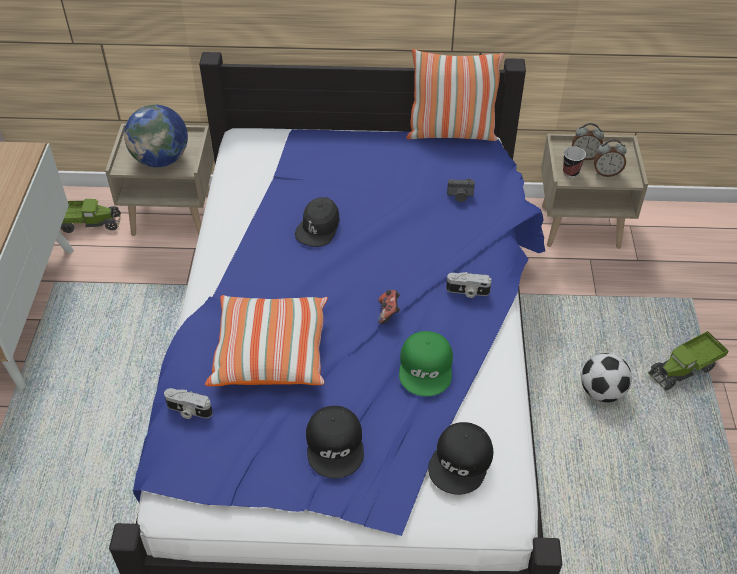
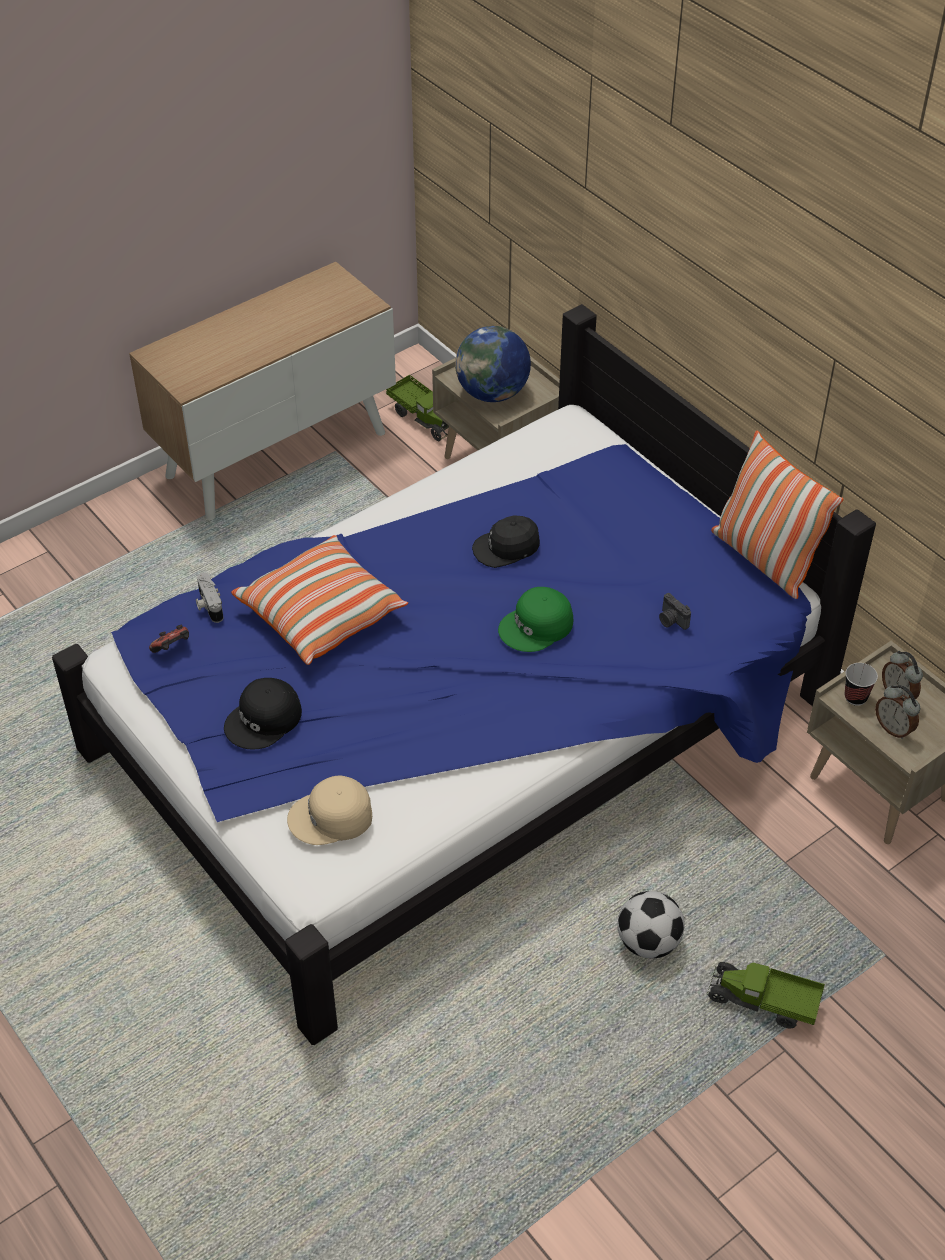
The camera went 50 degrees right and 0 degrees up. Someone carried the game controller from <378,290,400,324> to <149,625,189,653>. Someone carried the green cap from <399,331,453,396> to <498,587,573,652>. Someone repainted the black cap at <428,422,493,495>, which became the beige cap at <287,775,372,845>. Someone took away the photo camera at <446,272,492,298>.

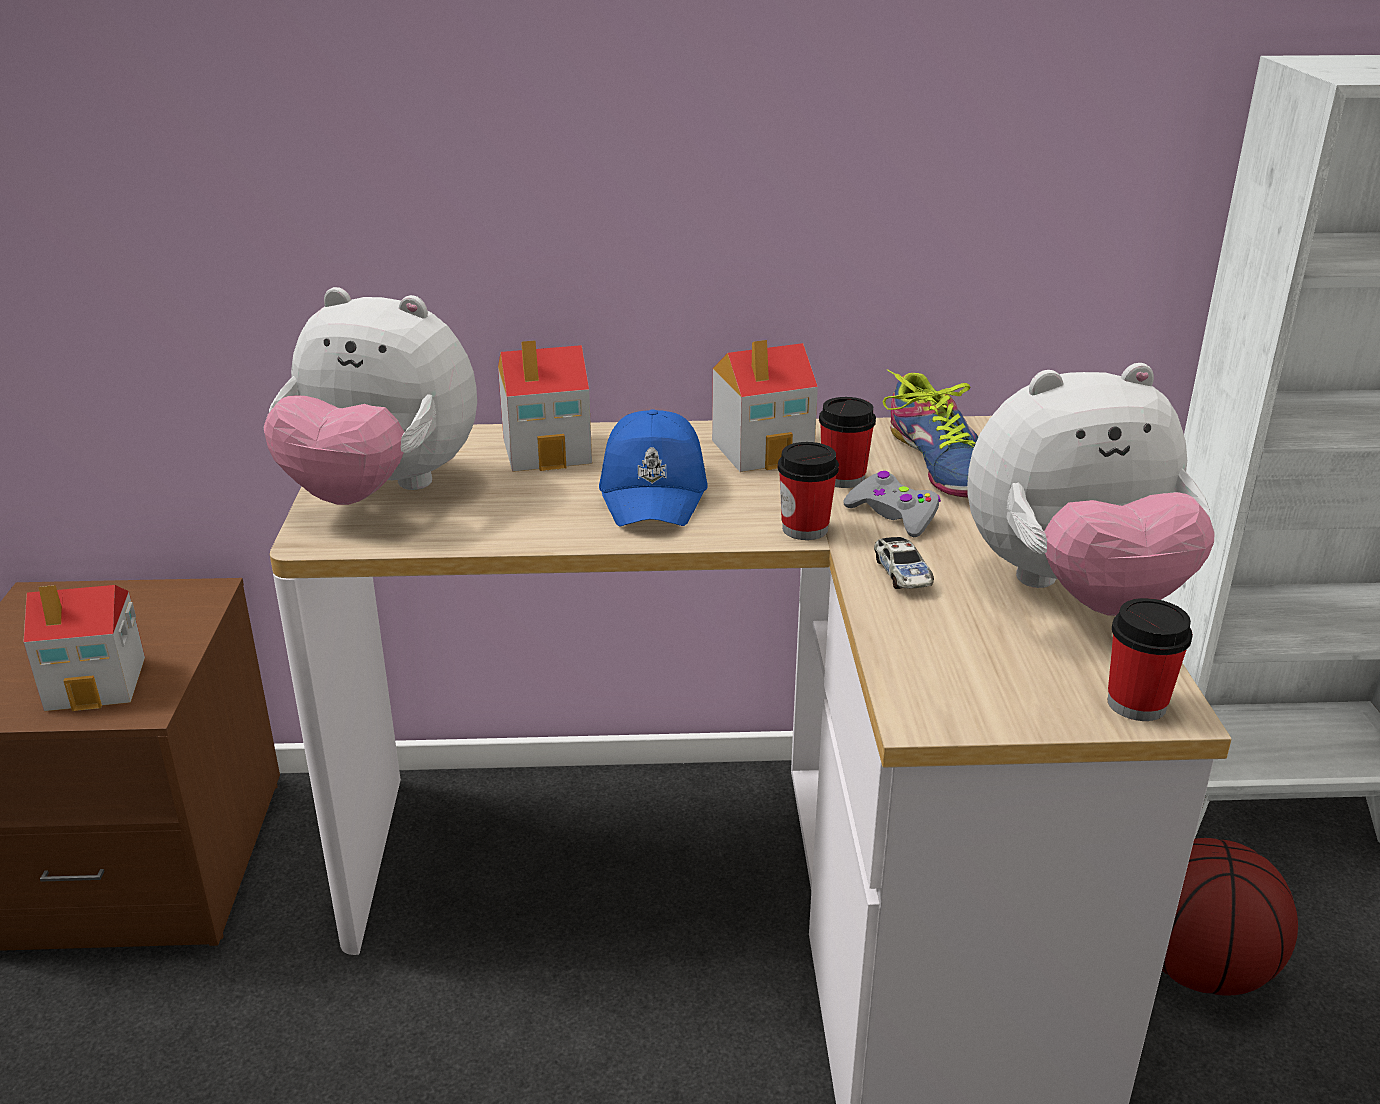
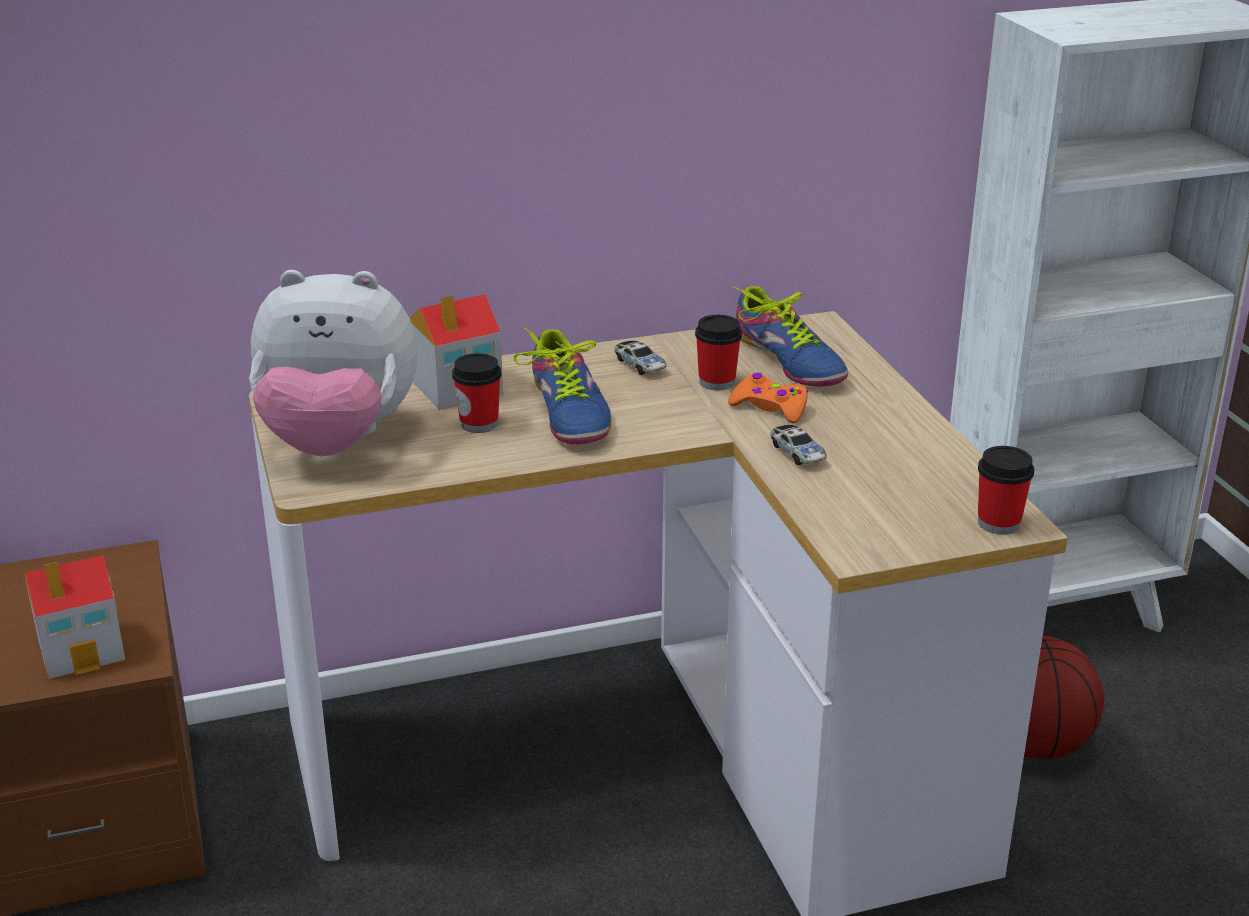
The camera went 15 degrees left and 0 degrees up. Someone swapped the blue cap at <599,409,708,527> for the shoe at <513,327,612,444>. Someone swapped the toy house at <712,340,818,472> for the toy car at <614,340,666,375>. Someone carried the cup from <778,442,839,540> to <452,353,501,433>. Someone repainted the grey game controller at <843,471,941,537>, which became the orange game controller at <728,372,808,424>. Someone took away the plush toy at <967,363,1215,616>.

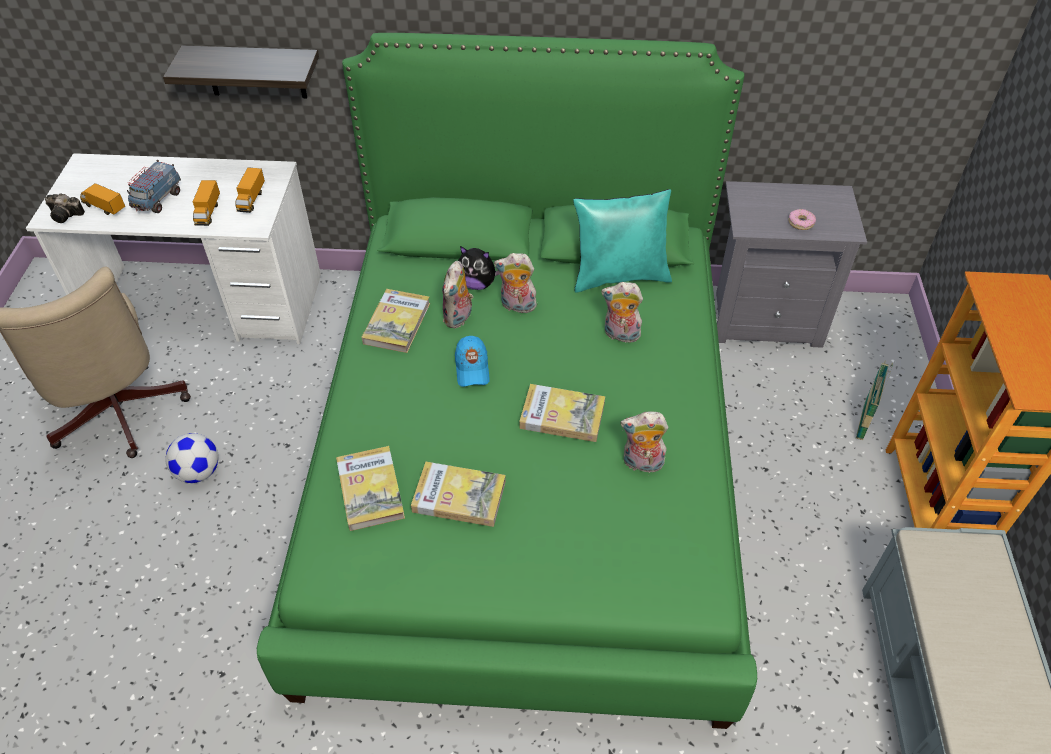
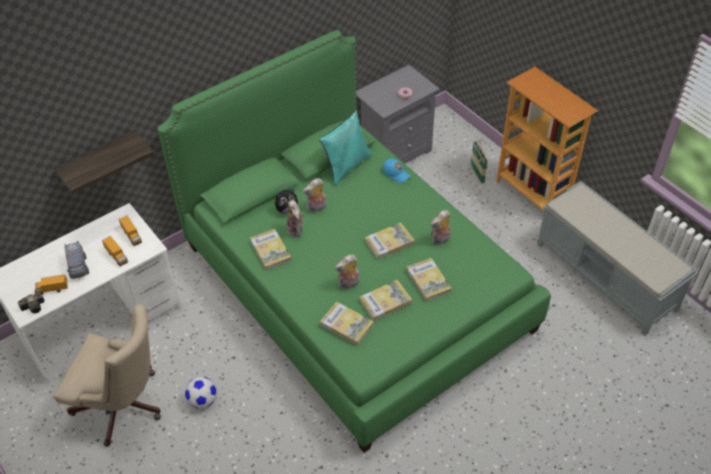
The camera went 40 degrees left and 0 degrees up. Someone carried the blue cap from <455,336,490,387> to <383,159,411,183>. Someone carried the plush toy from <601,282,643,343> to <335,254,359,290>. Someone put down the book at <406,258,452,301>.

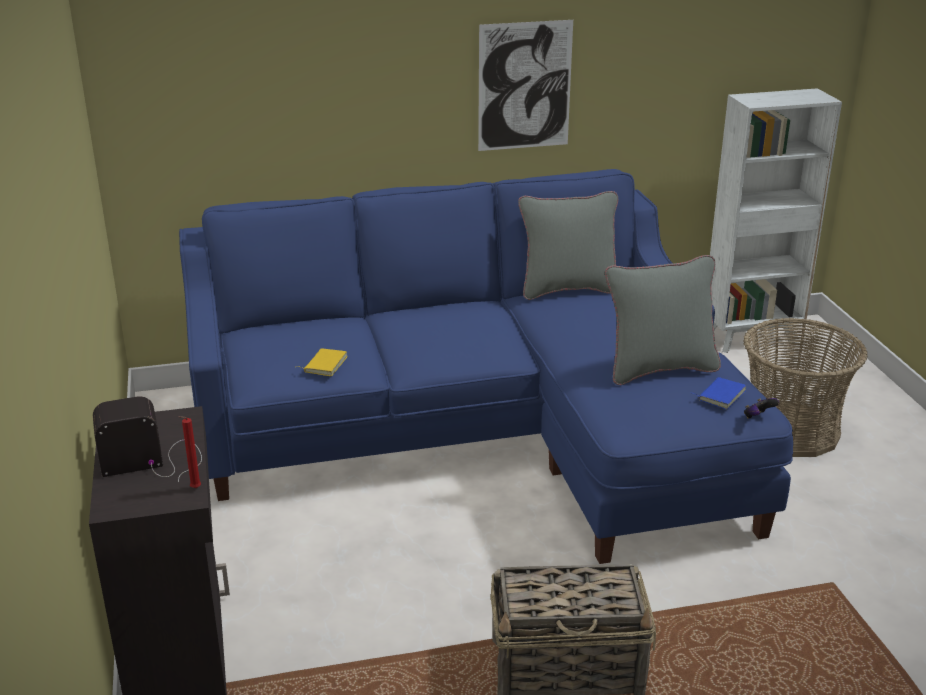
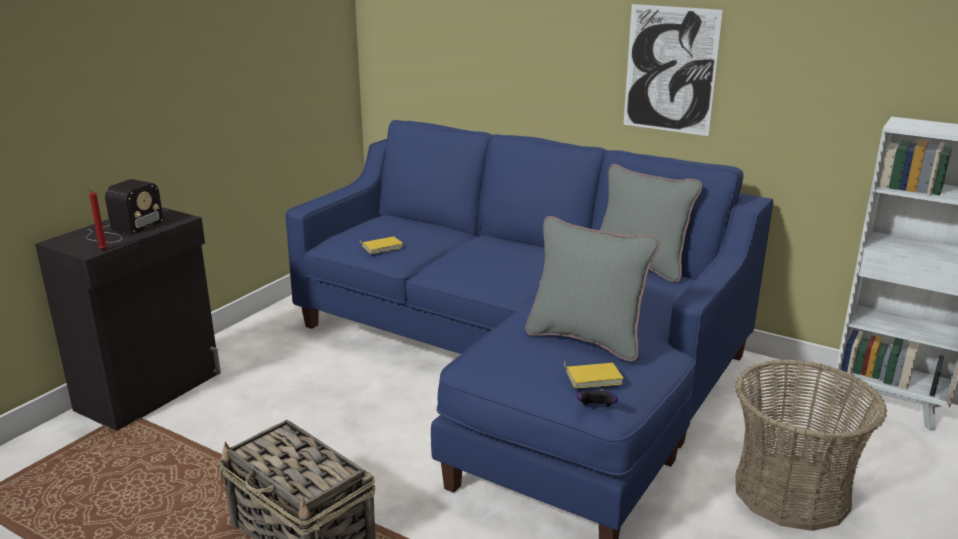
The camera went 45 degrees right and 5 degrees down. Someone rotated the radio at <93,396,202,483> by 90 degrees clockwise. Someone repainted the blue book at <693,377,746,409>, which became the yellow book at <564,363,624,388>.

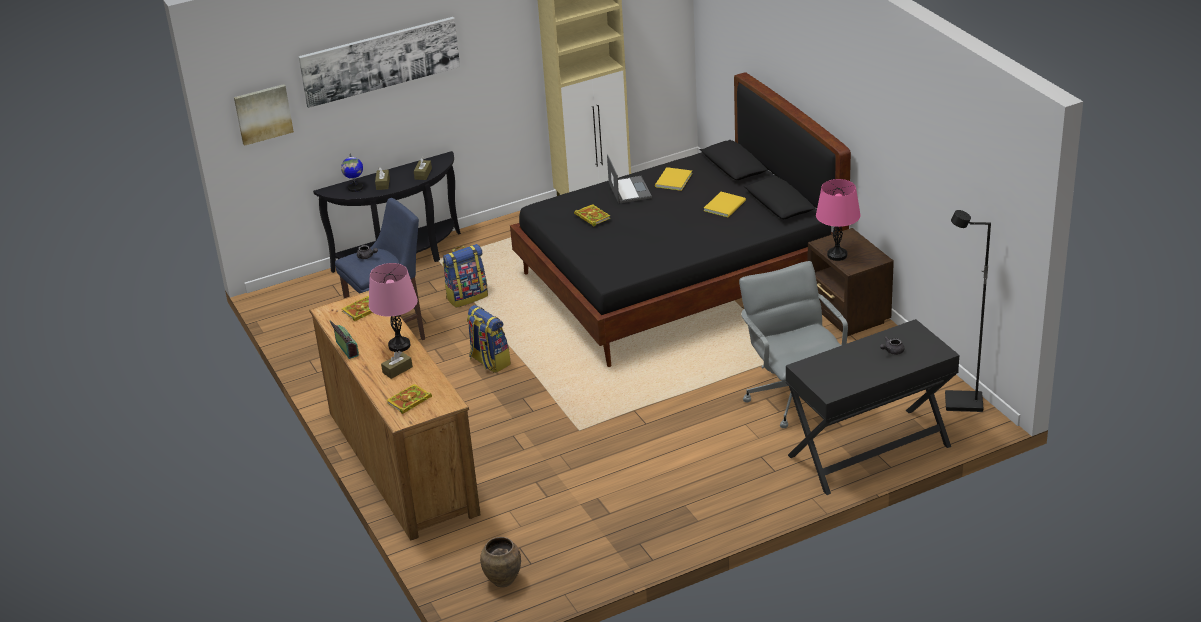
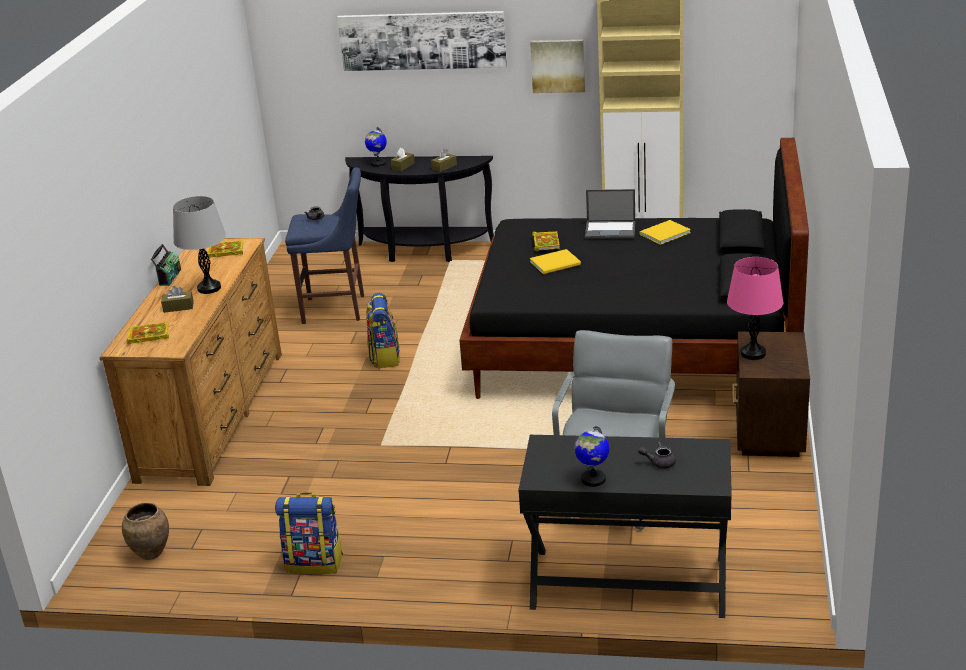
The camera went 35 degrees right and 5 degrees down. Someone carried the picture from <234,84,294,146> to <530,40,585,93>. Someone repainted the pink table lamp at <369,263,418,352>, which became the grey table lamp at <173,196,226,294>. Someone carried the backpack from <443,244,488,308> to <275,492,343,574>. Someone rotated the laptop at <607,155,652,203> by 75 degrees clockwise. Someone carried the yellow book from <704,192,746,217> to <530,249,581,274>. Someone took away the black floor lamp at <945,210,991,412>. Someone put down the globe at <574,426,609,487>.

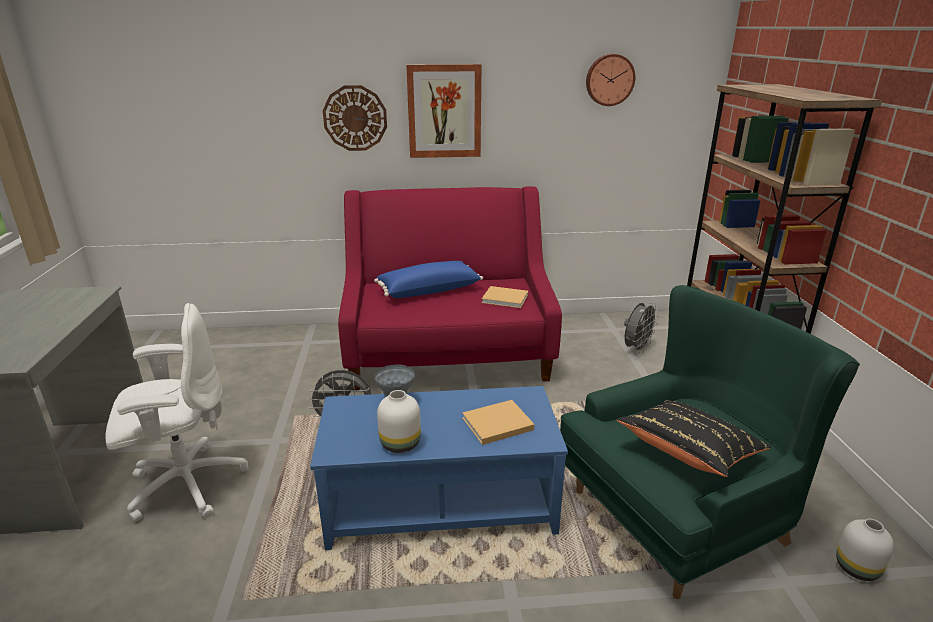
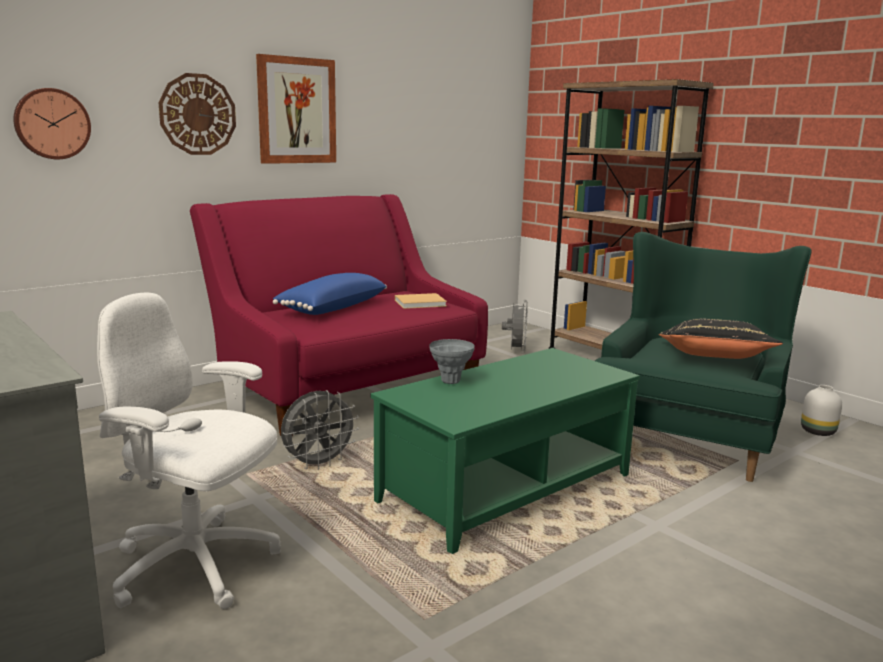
The camera went 35 degrees left and 10 degrees down. Someone rotated the white office chair at <106,303,248,522> by 105 degrees counterclockwise. Someone repainted the blue coffee table at <310,386,568,550>, which became the green coffee table at <371,348,640,554>. Someone took away the white vase at <377,390,421,453>. Someone took away the beige book at <462,400,535,445>. Someone carried the wall clock from <586,54,635,106> to <13,88,91,159>.

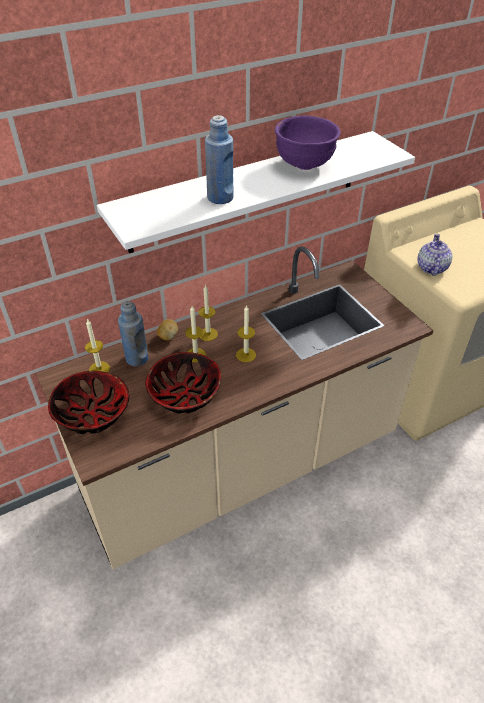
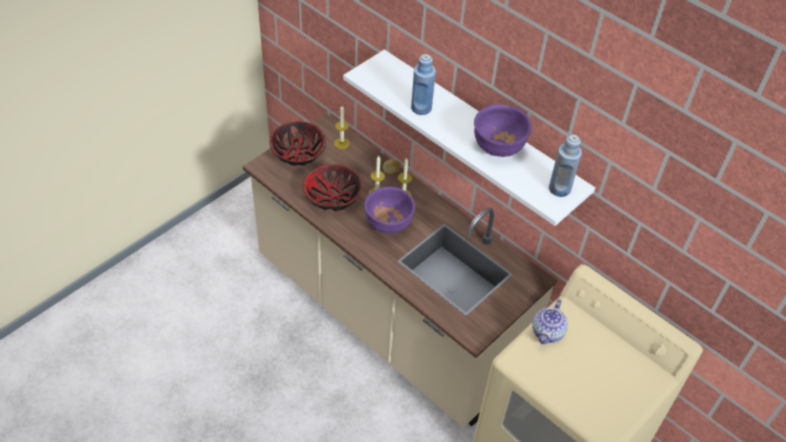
The camera went 70 degrees right and 5 degrees up. Someone carried the blue bottle from <118,301,148,366> to <549,135,582,197>. Someone swapped the candle at <236,305,256,362> for the purple bowl at <365,187,415,234>. Someone rotated the teapot at <417,233,453,276> by 120 degrees clockwise.

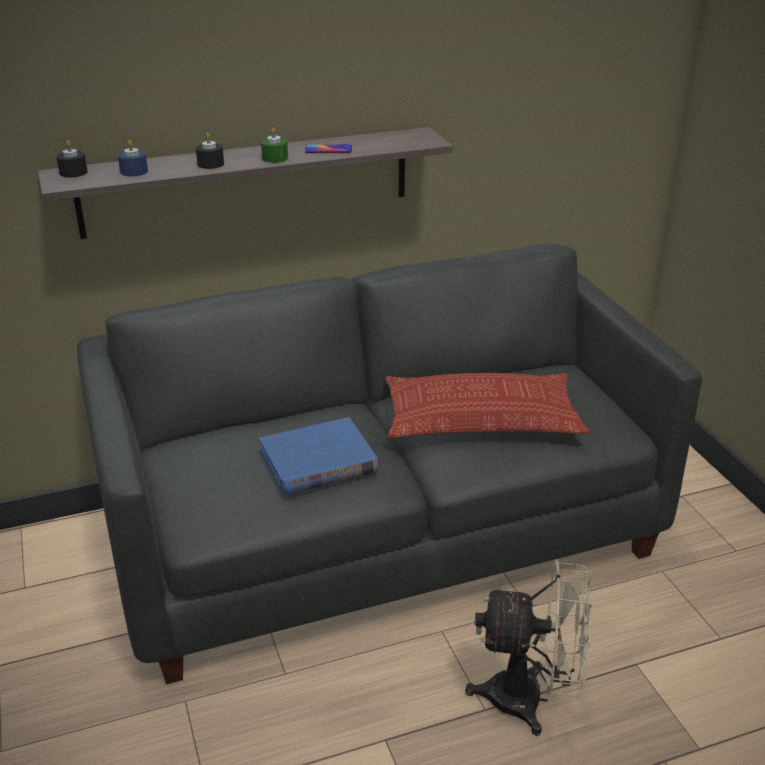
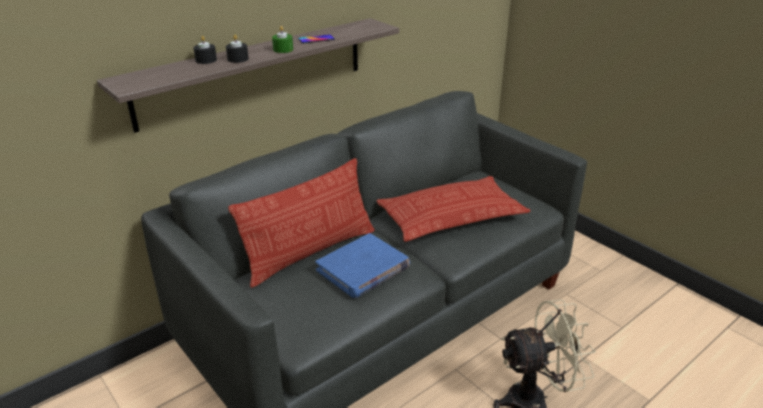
The camera went 20 degrees left and 0 degrees up. Someone carried the black candle from <56,141,88,177> to <193,35,217,64>. Someone took away the blue candle at <118,140,148,176>. Someone put down the pillow at <228,158,374,288>.

